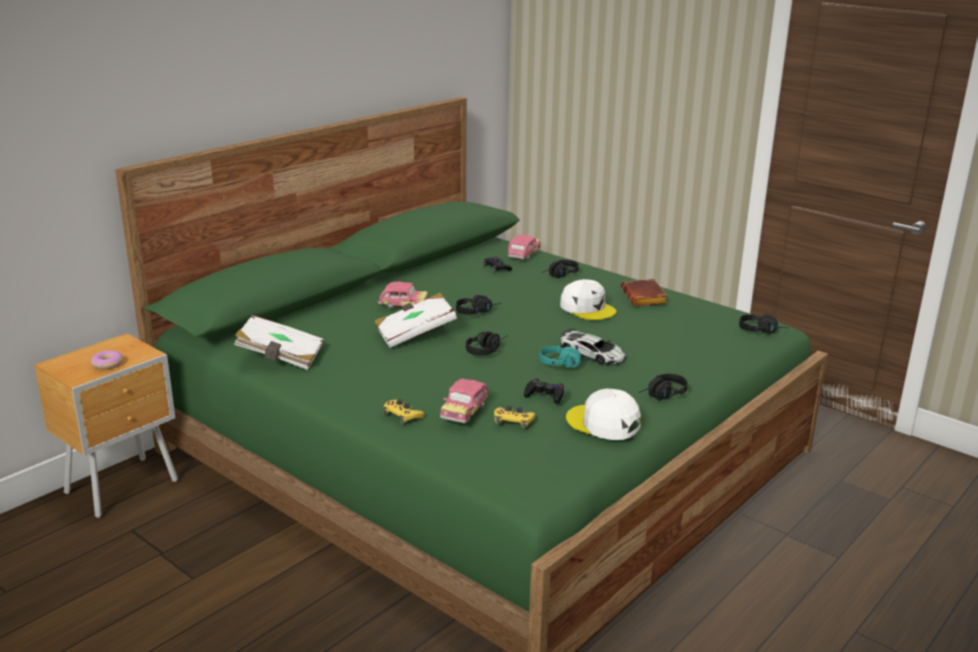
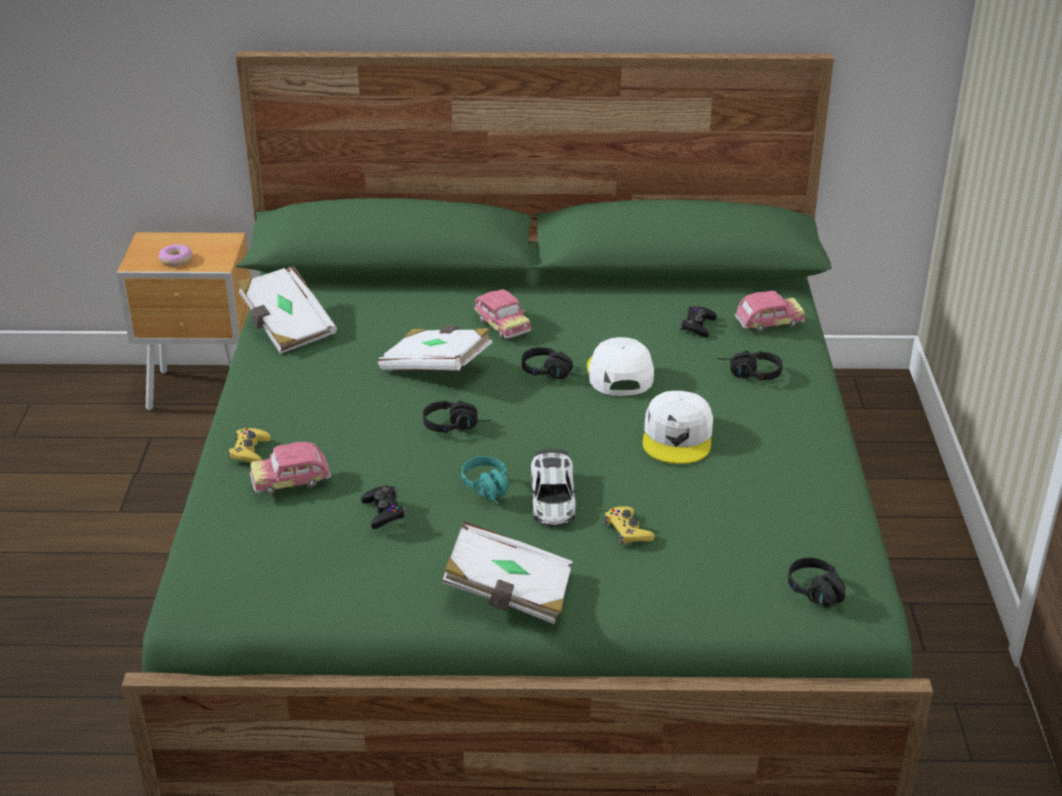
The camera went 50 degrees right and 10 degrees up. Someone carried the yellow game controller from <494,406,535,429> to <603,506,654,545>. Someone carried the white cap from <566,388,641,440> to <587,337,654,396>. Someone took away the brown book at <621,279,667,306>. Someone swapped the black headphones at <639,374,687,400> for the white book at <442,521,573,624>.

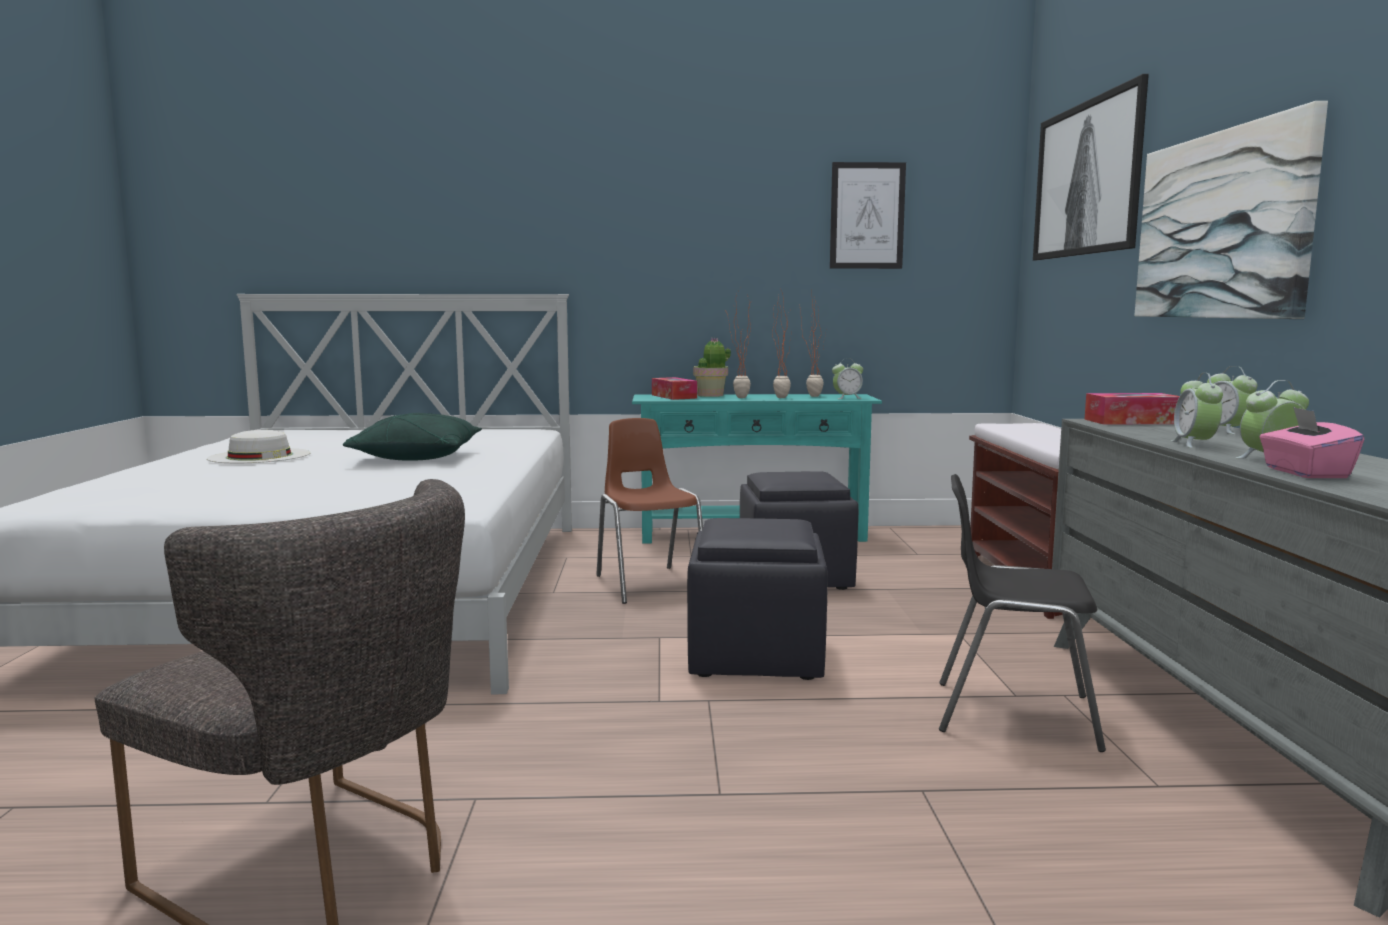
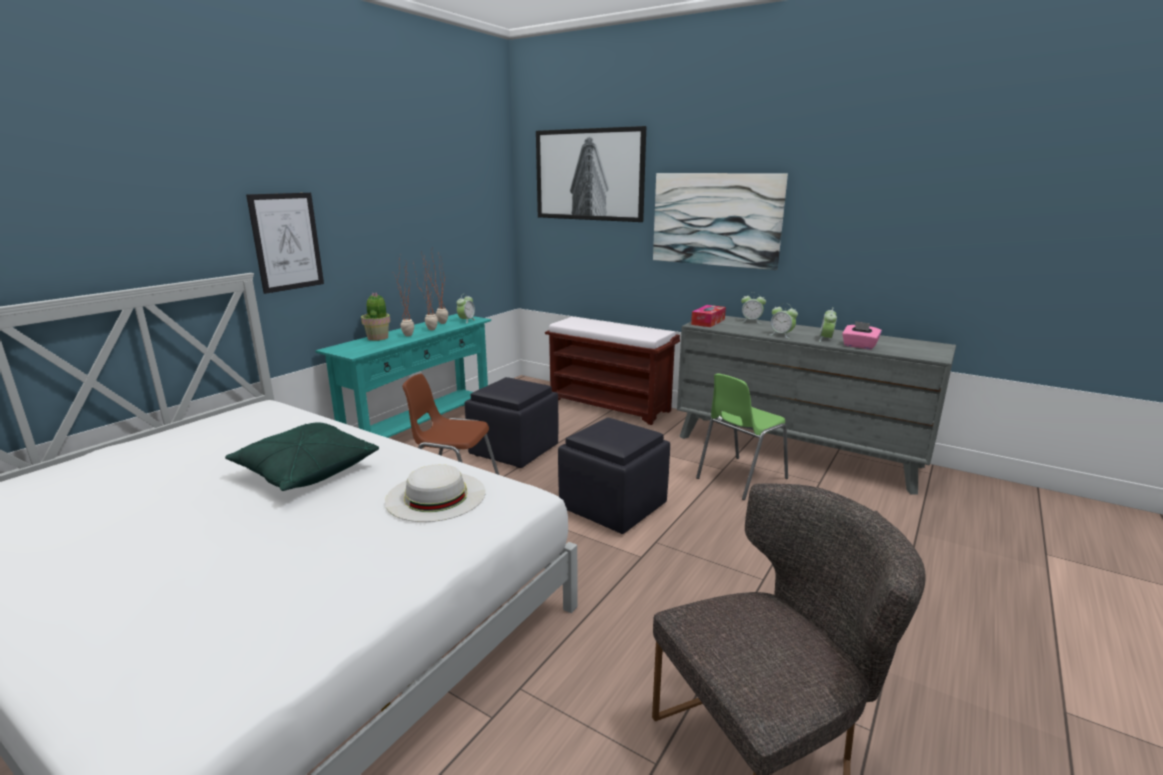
The camera went 55 degrees left and 10 degrees up. Someone carried the white hat from <207,430,311,463> to <385,464,486,522>. Someone took away the tissue box at <652,377,697,400>. Someone carried the picture from <830,162,906,269> to <246,193,324,294>. Someone repainted the black chair at <939,474,1106,752>, which became the green chair at <696,373,788,500>.

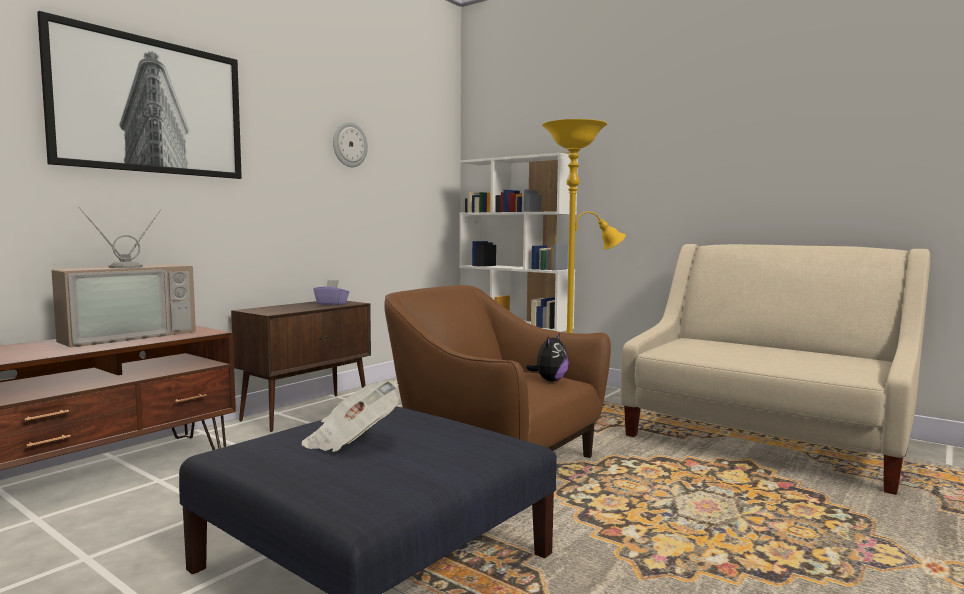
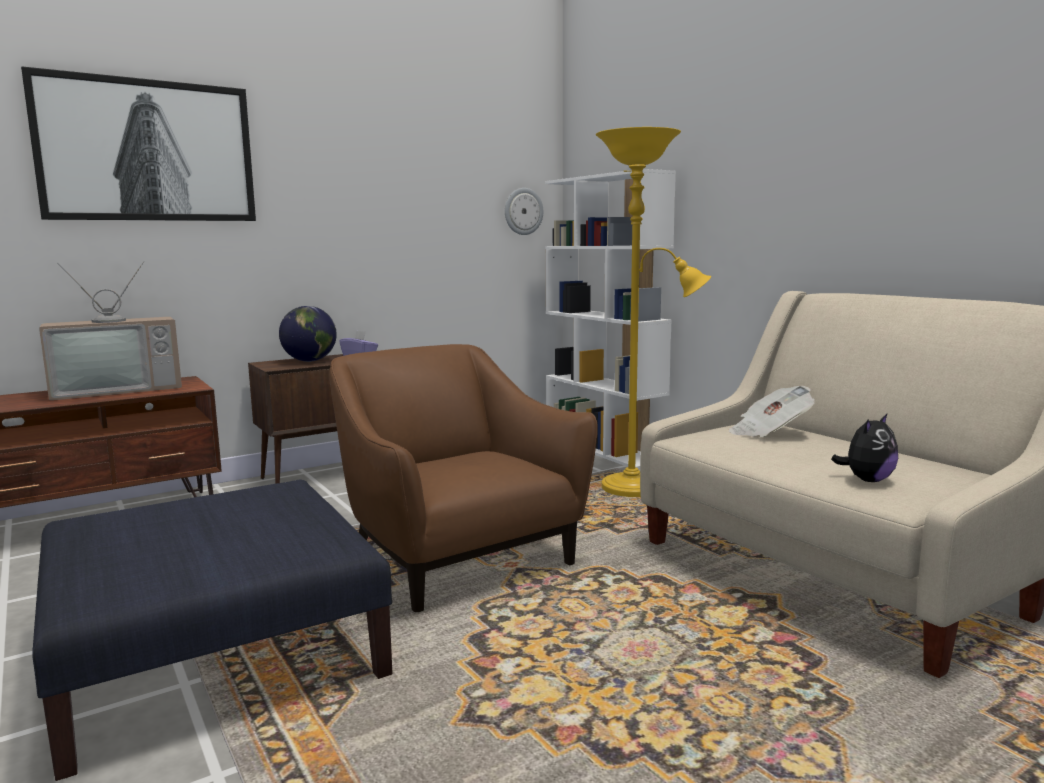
The camera went 20 degrees right and 5 degrees up. Someone carried the newspaper from <302,381,399,452> to <729,386,815,437>. Someone carried the wall clock from <333,122,368,167> to <505,188,543,235>. Someone carried the plush toy from <526,333,569,381> to <831,414,898,482>. Someone put down the globe at <279,306,337,362>.

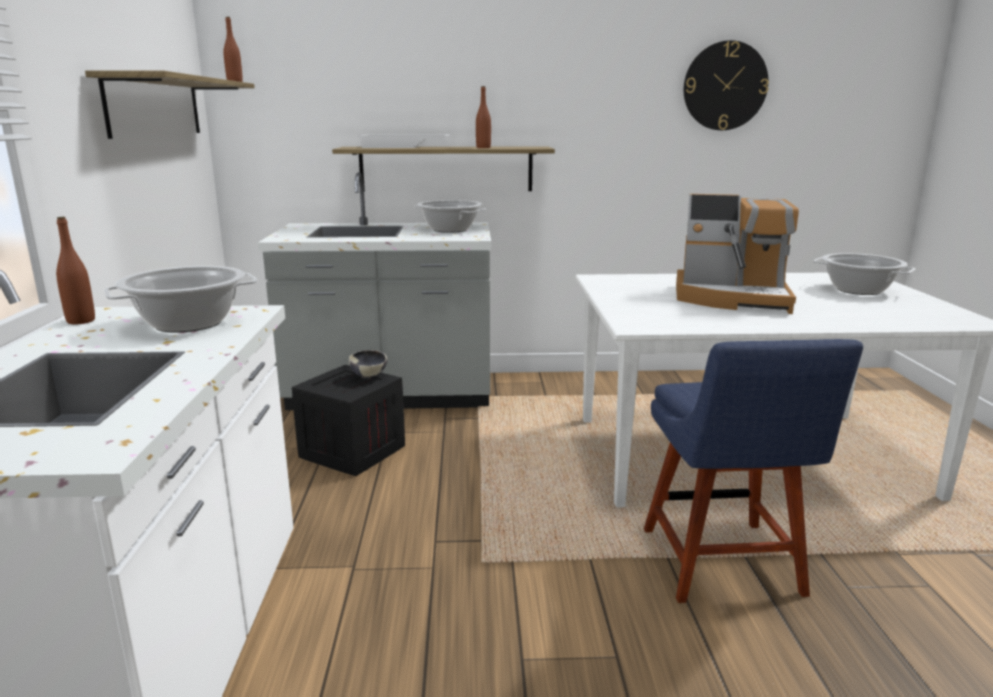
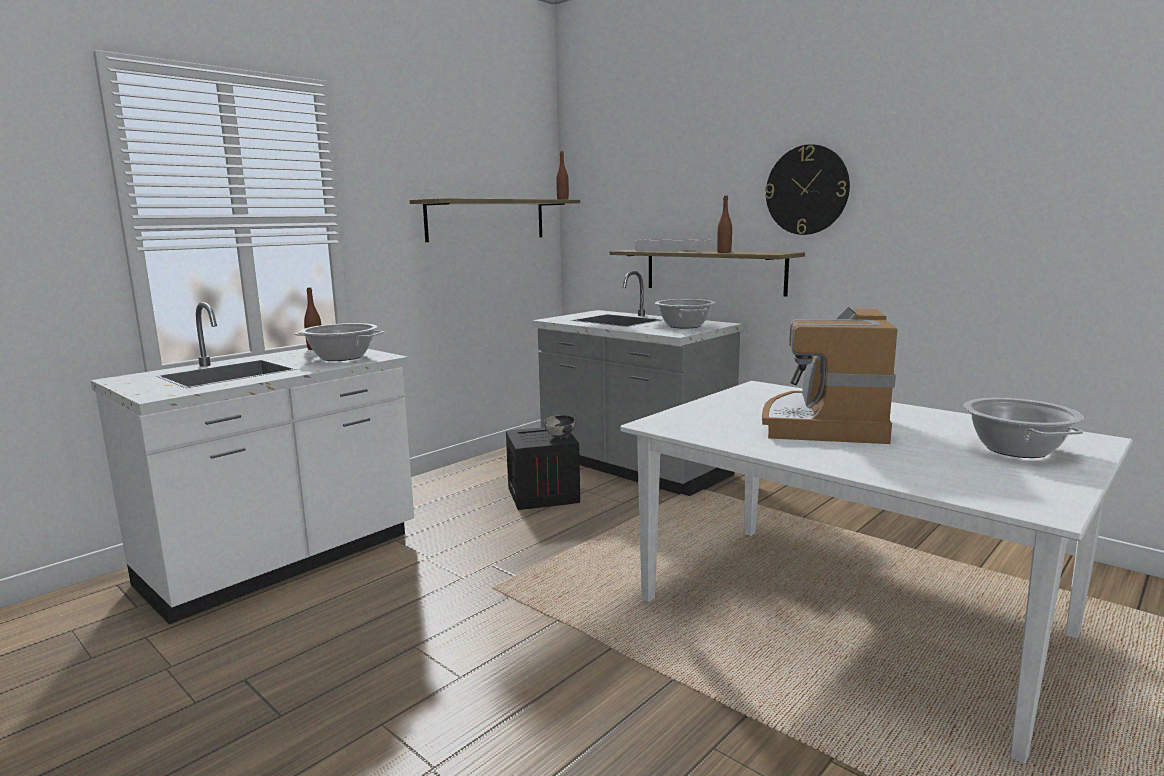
The camera went 45 degrees right and 5 degrees down. Someone took away the blue chair at <644,339,863,603>. Someone rotated the coffee machine at <676,194,799,314> by 45 degrees clockwise. Someone carried the wall clock from <684,40,769,130> to <765,144,850,235>.

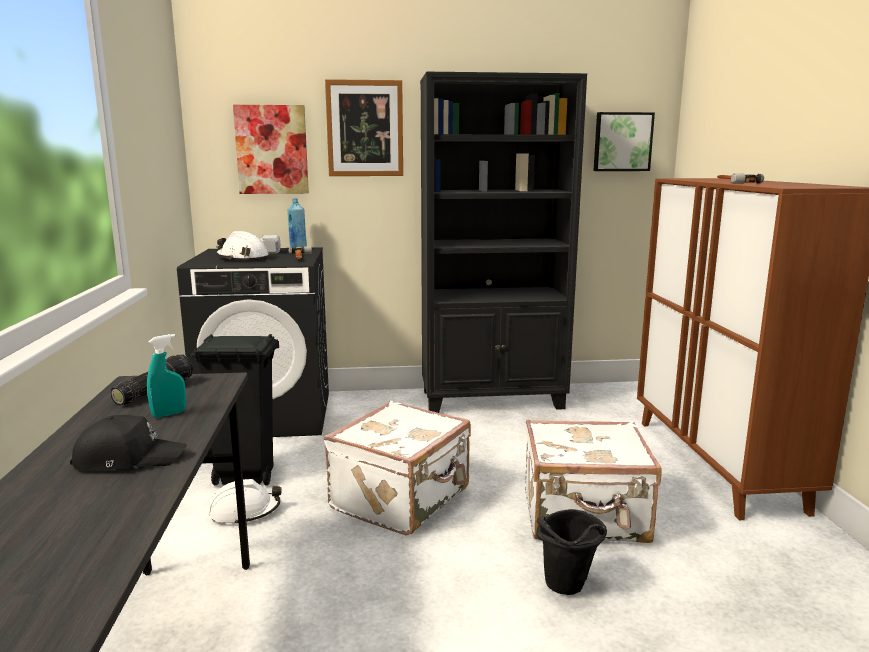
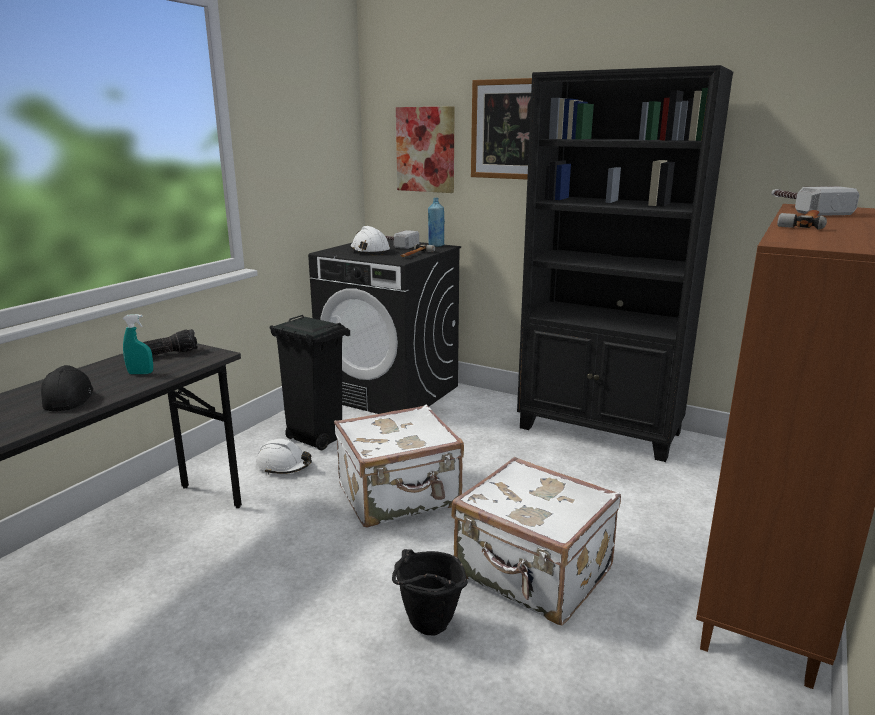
The camera went 35 degrees right and 5 degrees up. Someone rotated the black cap at <70,415,187,471> by 135 degrees counterclockwise. Someone took away the picture at <594,112,655,171>. Someone put down the hammer at <771,186,860,216>.

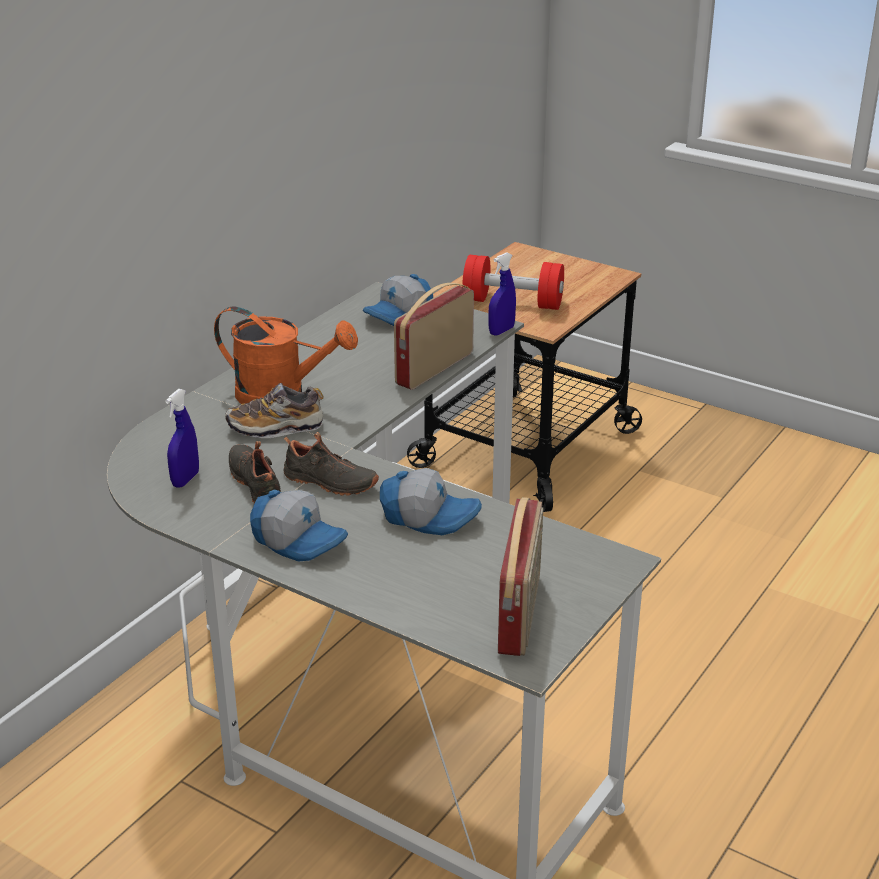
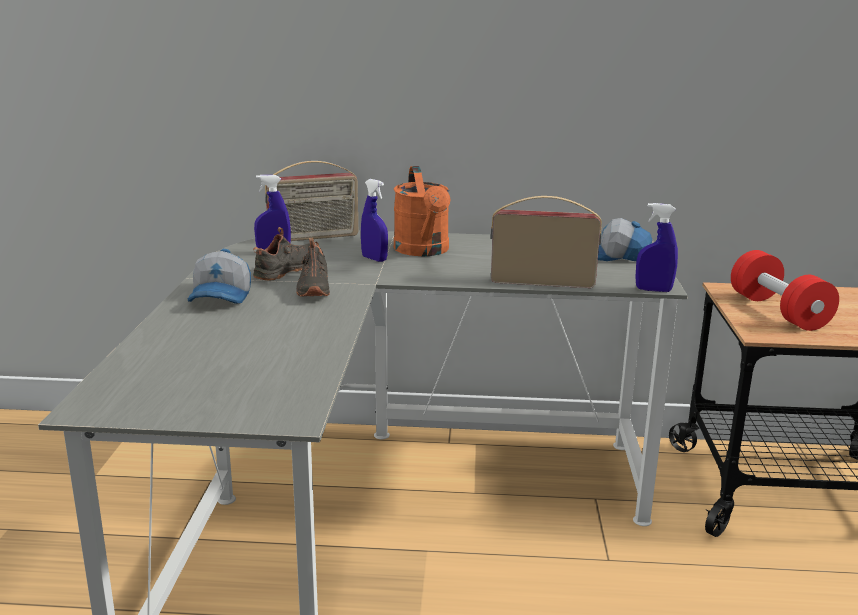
The camera went 60 degrees right and 10 degrees down. Someone swapped the shoe at <225,383,324,438> for the blue spray bottle at <361,179,388,262>. Someone took away the cap at <380,468,482,535>. Someone carried the radio from <498,497,543,656> to <265,161,358,241>.

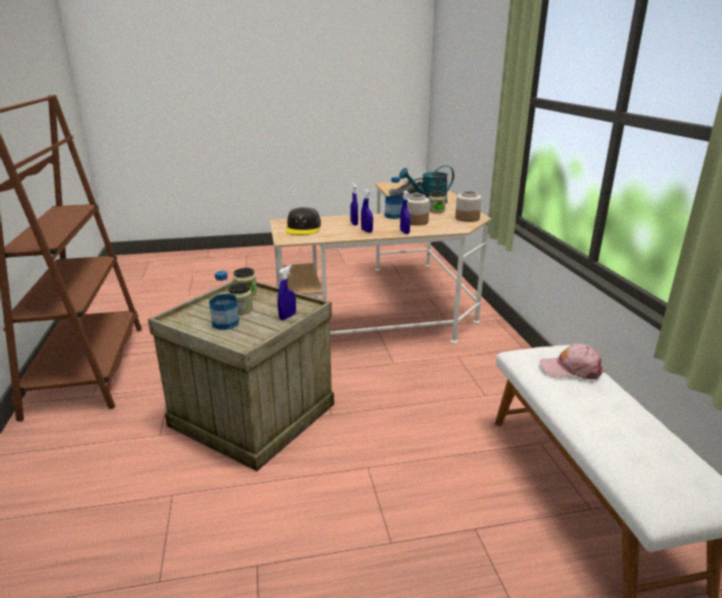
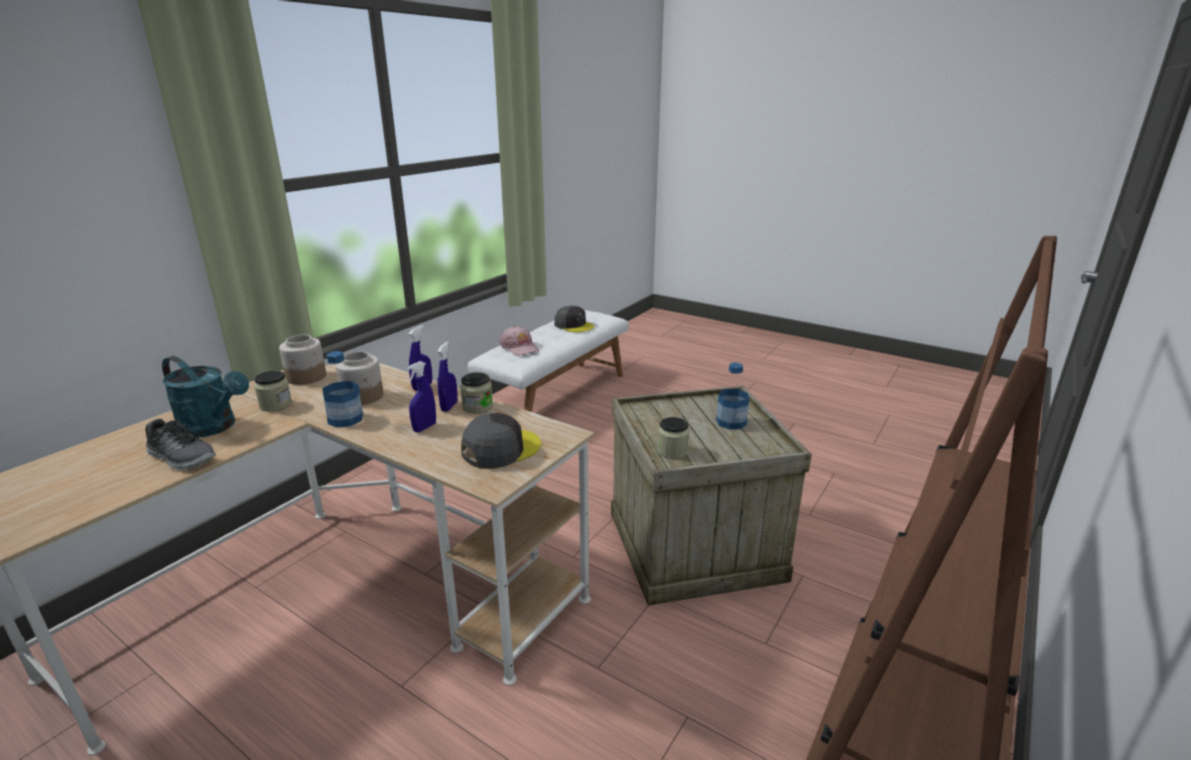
The camera went 135 degrees left and 0 degrees up. Someone carried the jar from <227,283,253,315> to <460,372,493,414>. Someone took away the blue spray bottle at <277,265,296,320>. Someone put down the grey cap at <554,306,594,332>.

